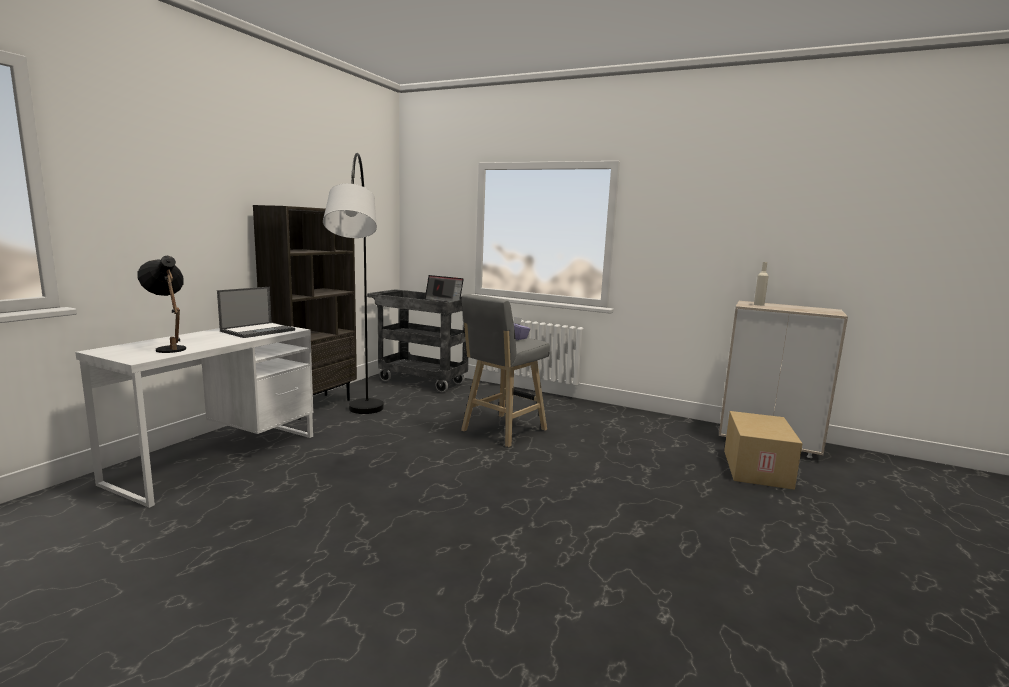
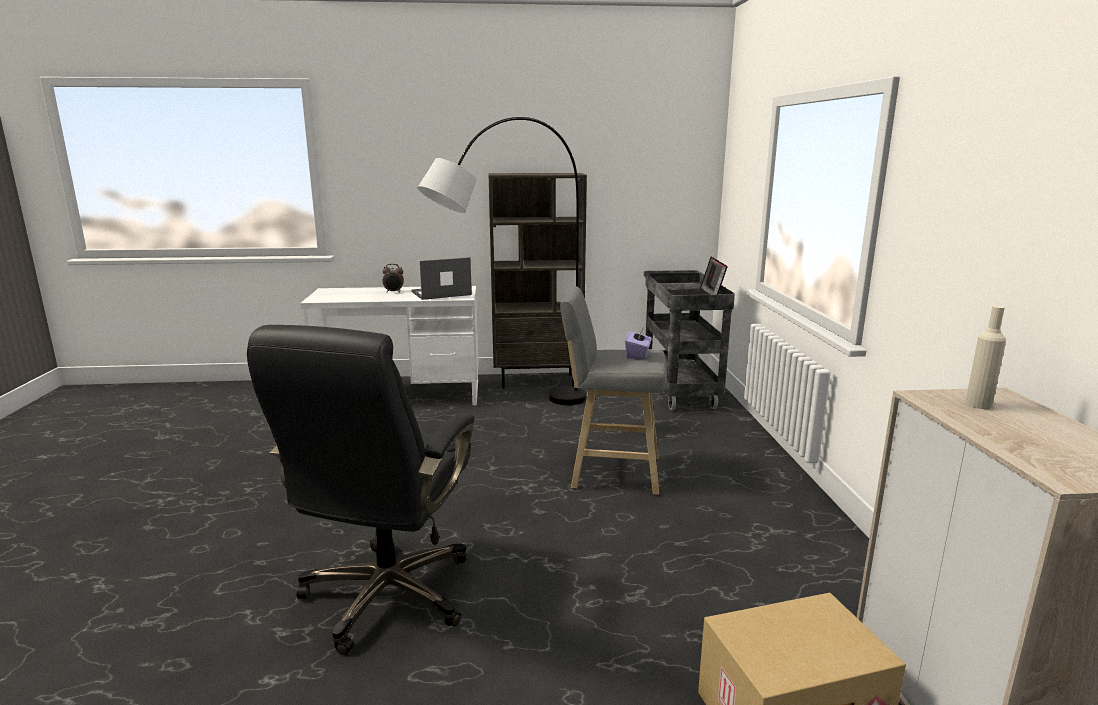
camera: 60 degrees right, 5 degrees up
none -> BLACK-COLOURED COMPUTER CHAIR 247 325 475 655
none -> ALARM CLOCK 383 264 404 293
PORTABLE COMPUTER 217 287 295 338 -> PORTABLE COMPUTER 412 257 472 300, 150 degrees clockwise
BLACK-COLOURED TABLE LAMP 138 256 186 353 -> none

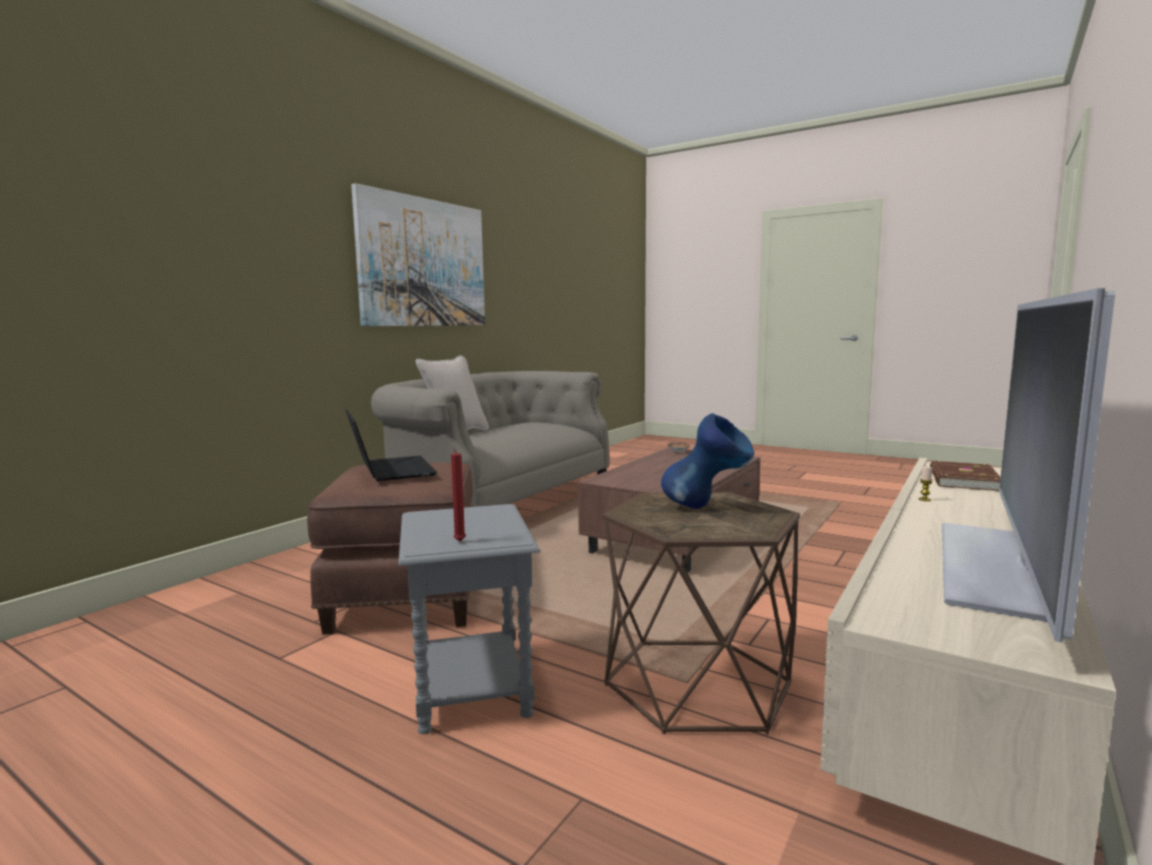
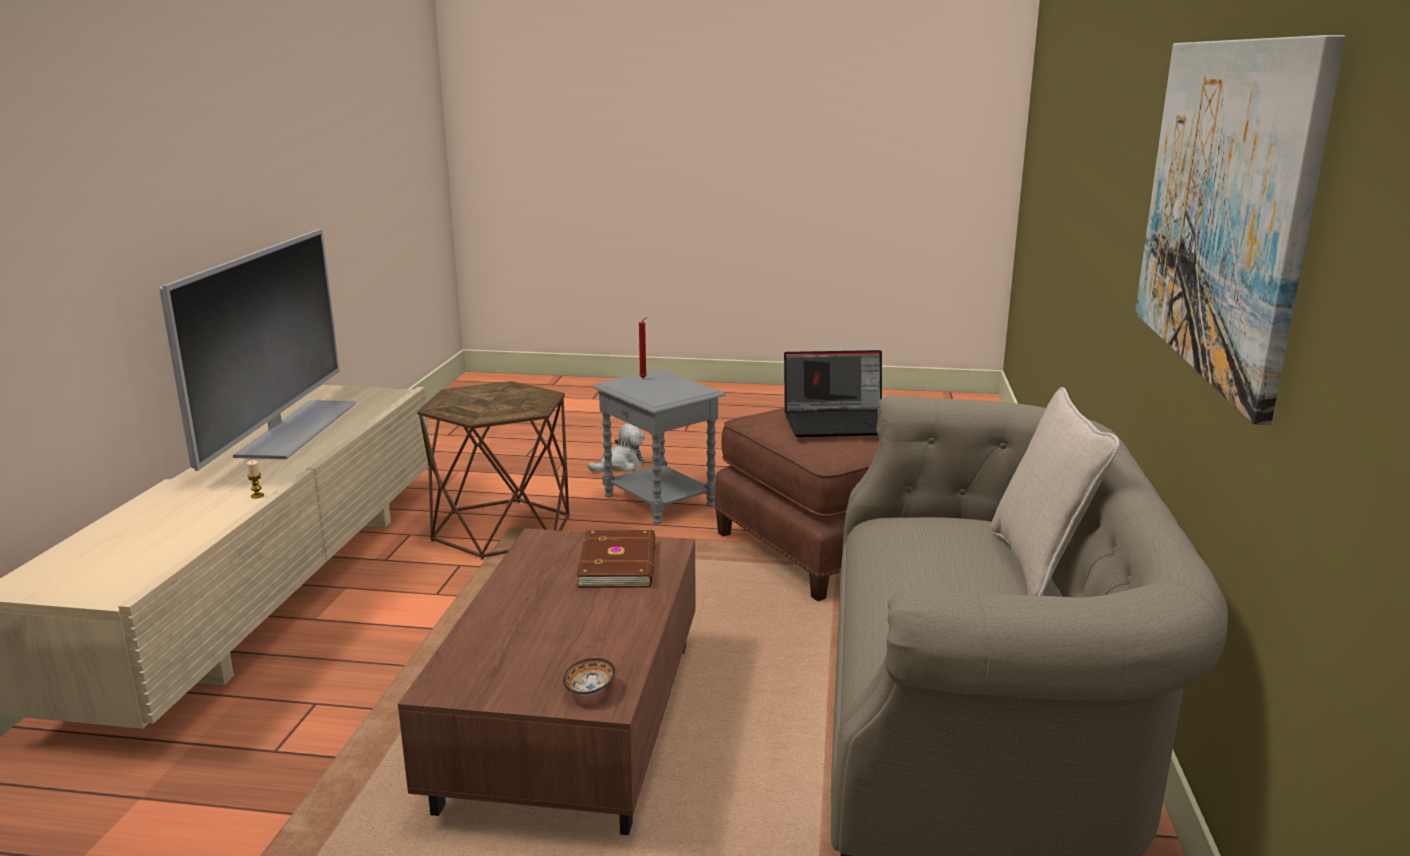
camera: 155 degrees right, 10 degrees up
BROWN VOLUME 930 461 1000 491 -> BROWN VOLUME 576 530 655 588, moved
none -> SOFT TOY 588 424 645 472
PORTABLE COMPUTER 345 409 437 481 -> PORTABLE COMPUTER 784 350 882 437, 45 degrees counterclockwise
BLUE VASE 661 413 754 509 -> none

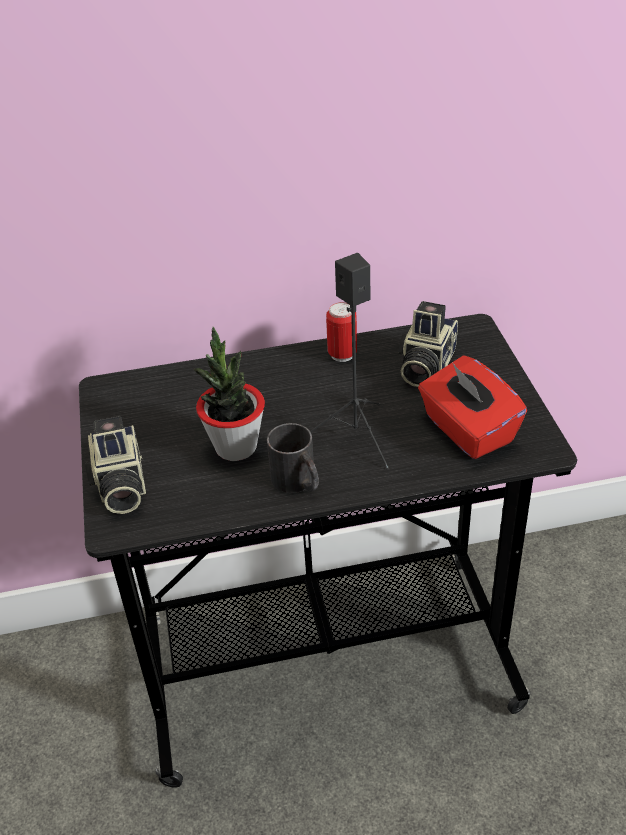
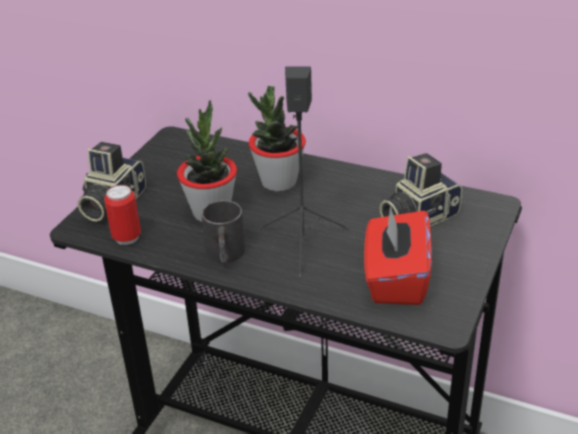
camera: 35 degrees right, 5 degrees down
CAN 326 302 357 362 -> CAN 104 185 141 245, moved
none -> POTTED PLANT 248 86 306 191

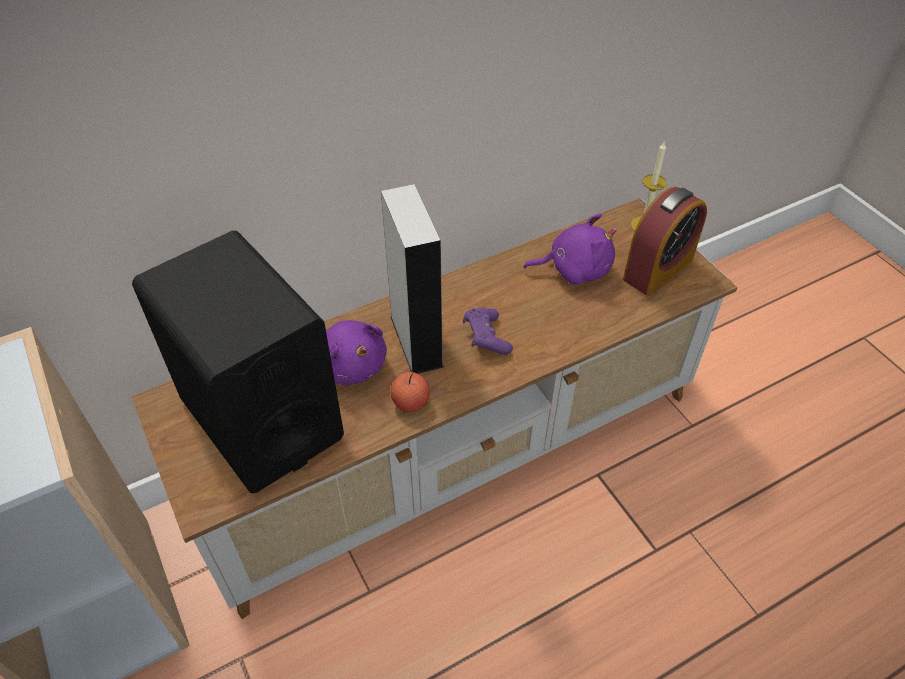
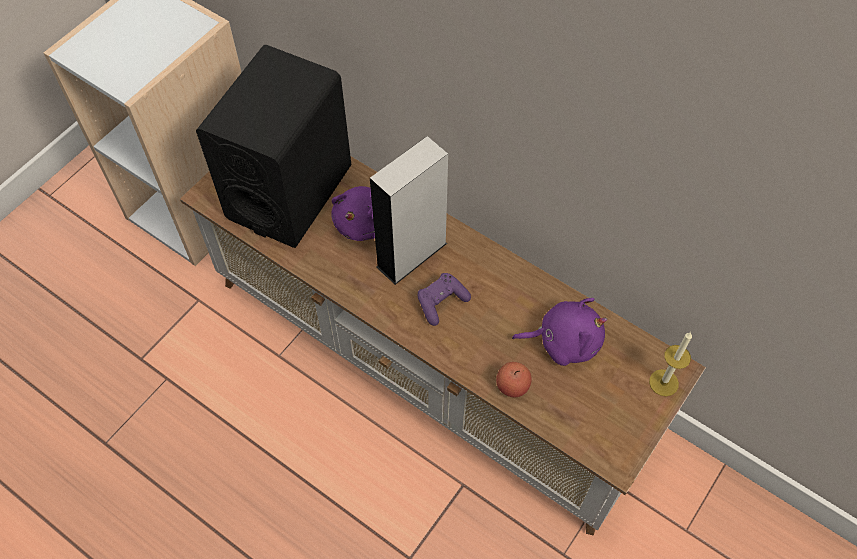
camera: 65 degrees right, 10 degrees up
APPLE 390 372 430 412 -> APPLE 496 362 532 397, moved
PURPLISH SOFT TOY 524 214 617 285 -> PURPLISH SOFT TOY 512 298 607 366, 60 degrees counterclockwise
ALARM CLOCK 623 187 707 296 -> none

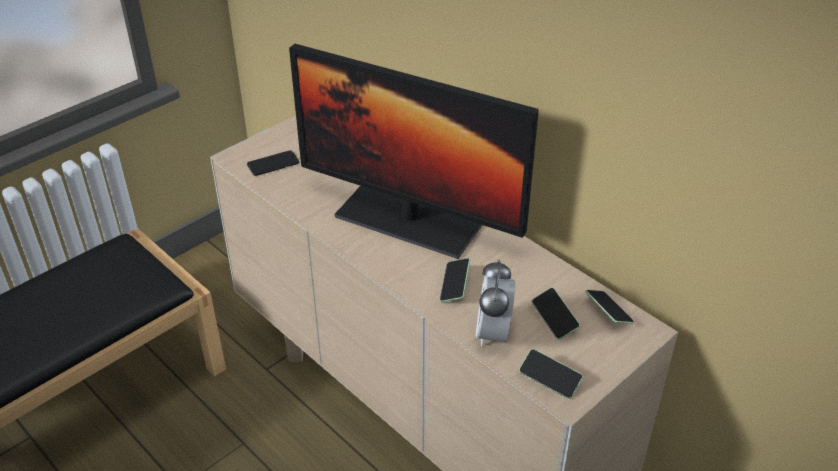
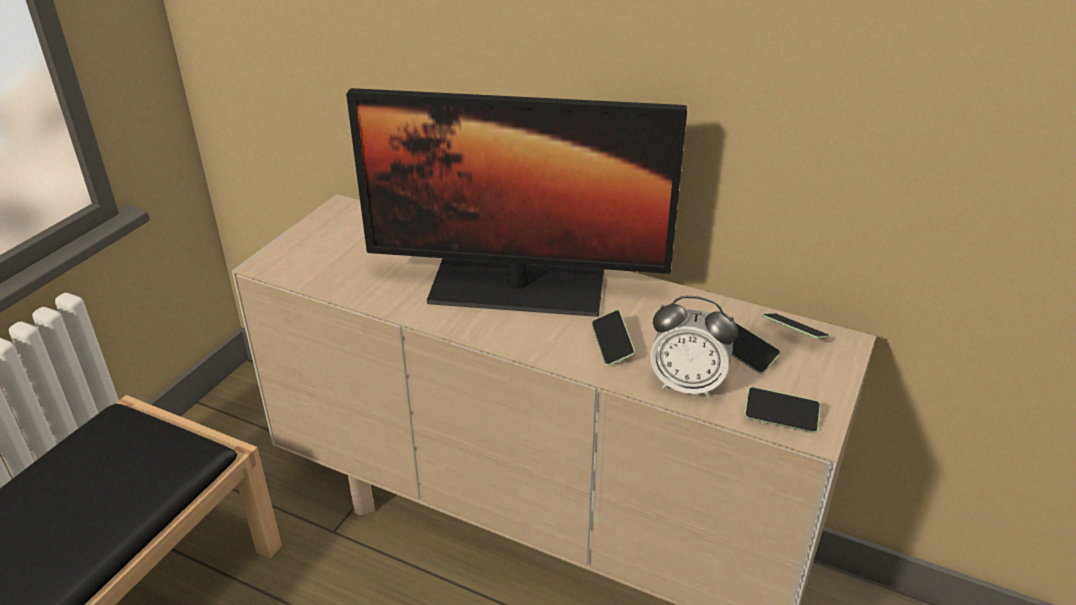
camera: 20 degrees left, 5 degrees down
ALARM CLOCK 476 260 515 346 -> ALARM CLOCK 650 296 738 398, 60 degrees counterclockwise
PHONE 247 150 299 176 -> none

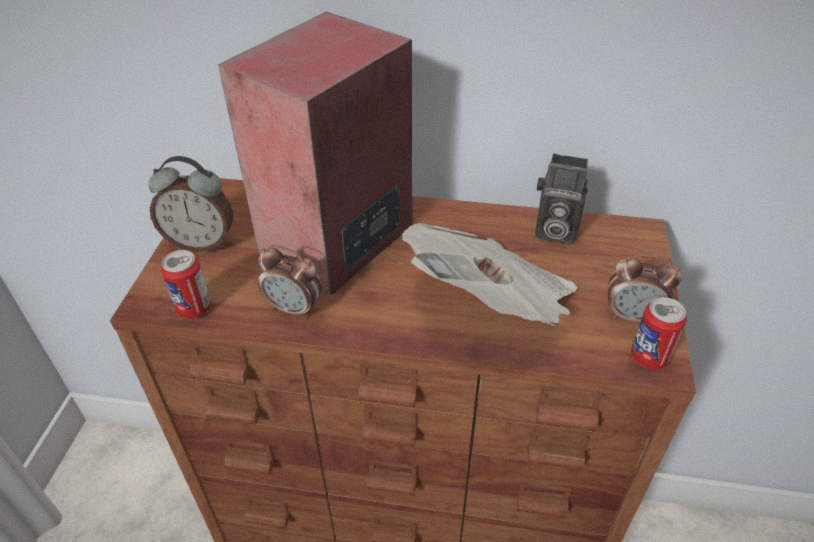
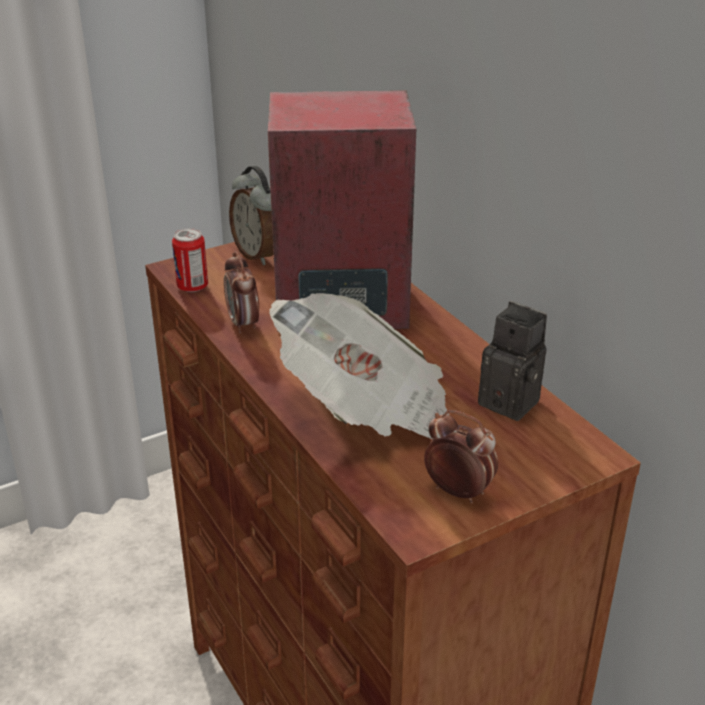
camera: 50 degrees right, 10 degrees down
ALARM CLOCK 608 254 681 322 -> ALARM CLOCK 424 410 498 504, 150 degrees clockwise
PHOTO CAMERA 535 154 588 245 -> PHOTO CAMERA 478 301 547 421, 150 degrees clockwise
CAN 631 297 687 370 -> none

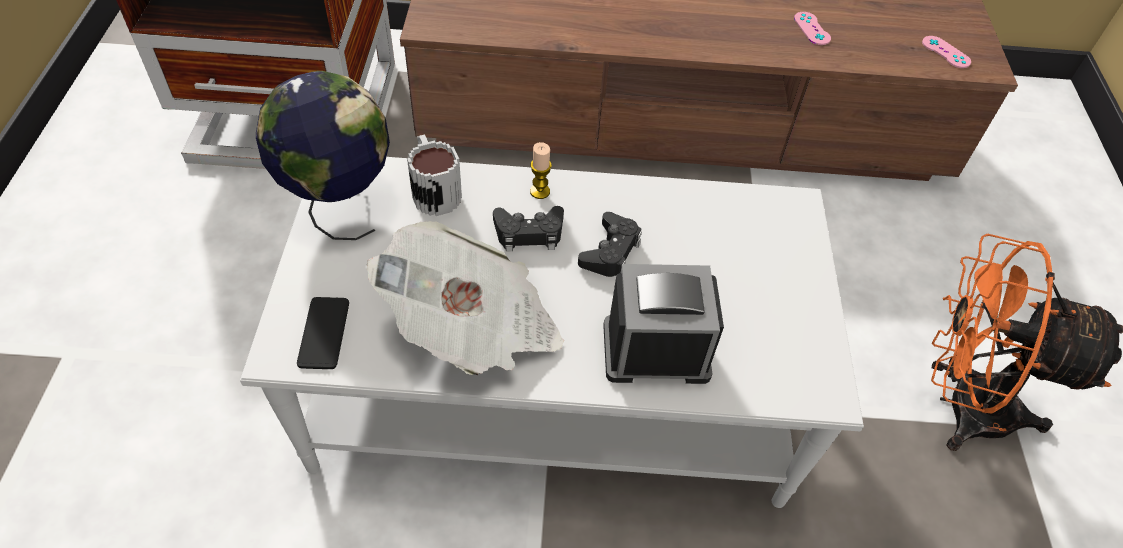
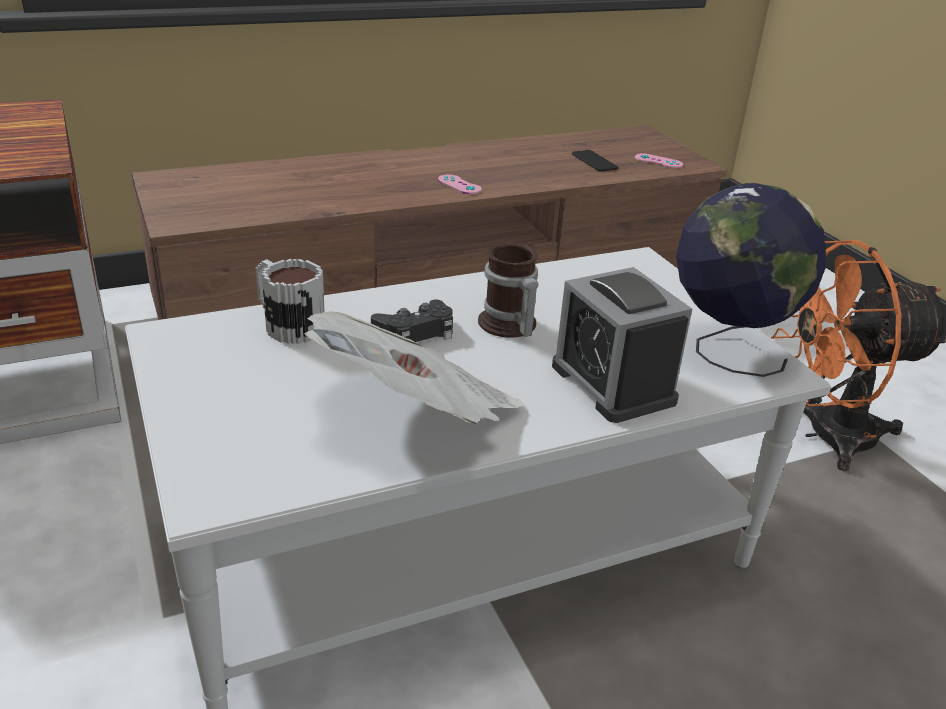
camera: 25 degrees left, 20 degrees down
PINK GAME CONTROLLER 794 12 831 45 -> PINK GAME CONTROLLER 438 175 482 194, moved
BLACK-COLOURED GAME CONTROLLER 578 212 642 277 -> COFFEE MUG 478 242 538 338
ALARM CLOCK 603 264 724 384 -> ALARM CLOCK 552 267 692 423, 90 degrees counterclockwise
PHONE 297 297 349 369 -> PHONE 572 150 618 172, moved
DESK GLOBE 256 71 390 240 -> DESK GLOBE 676 183 826 377, moved
WAX LIGHT 530 142 552 199 -> none

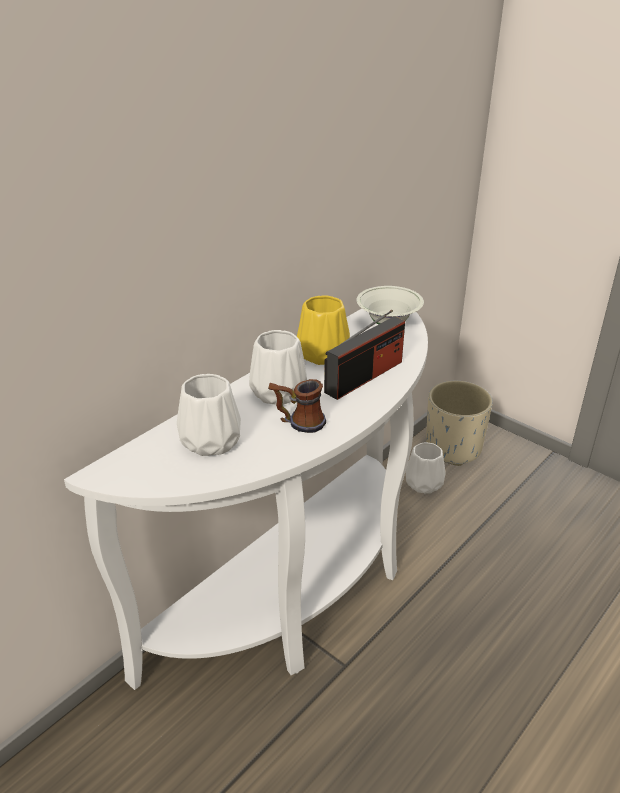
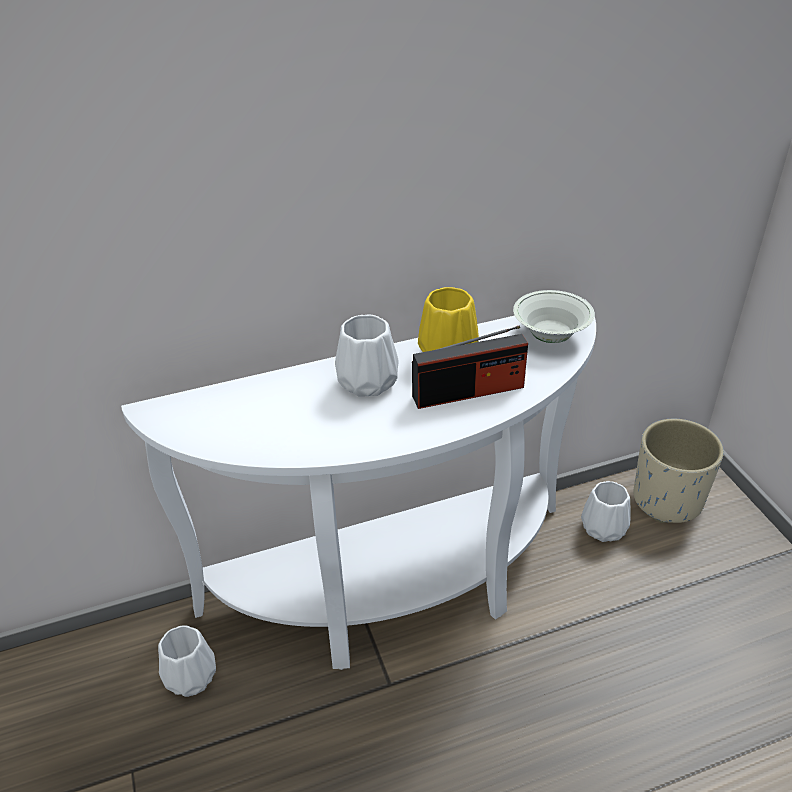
camera: 30 degrees right, 5 degrees up
WHITISH VASE 177 374 241 456 -> WHITISH VASE 158 625 216 697, moved
COFFEE MUG 268 379 326 433 -> none

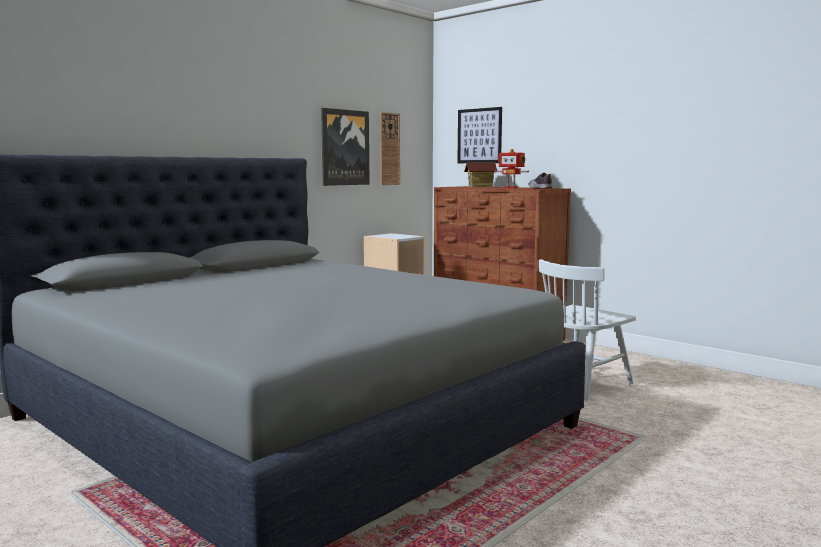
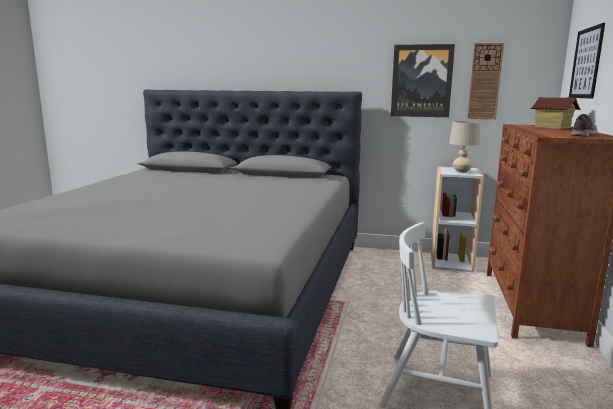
camera: 60 degrees right, 5 degrees up
none -> BEIGE-COLOURED TABLE LAMP 449 121 480 173
TOY ROBOT 495 149 529 188 -> none

